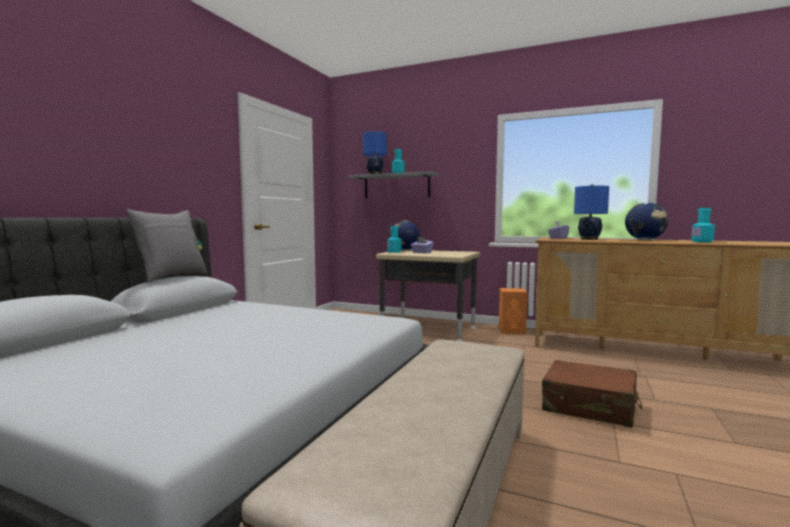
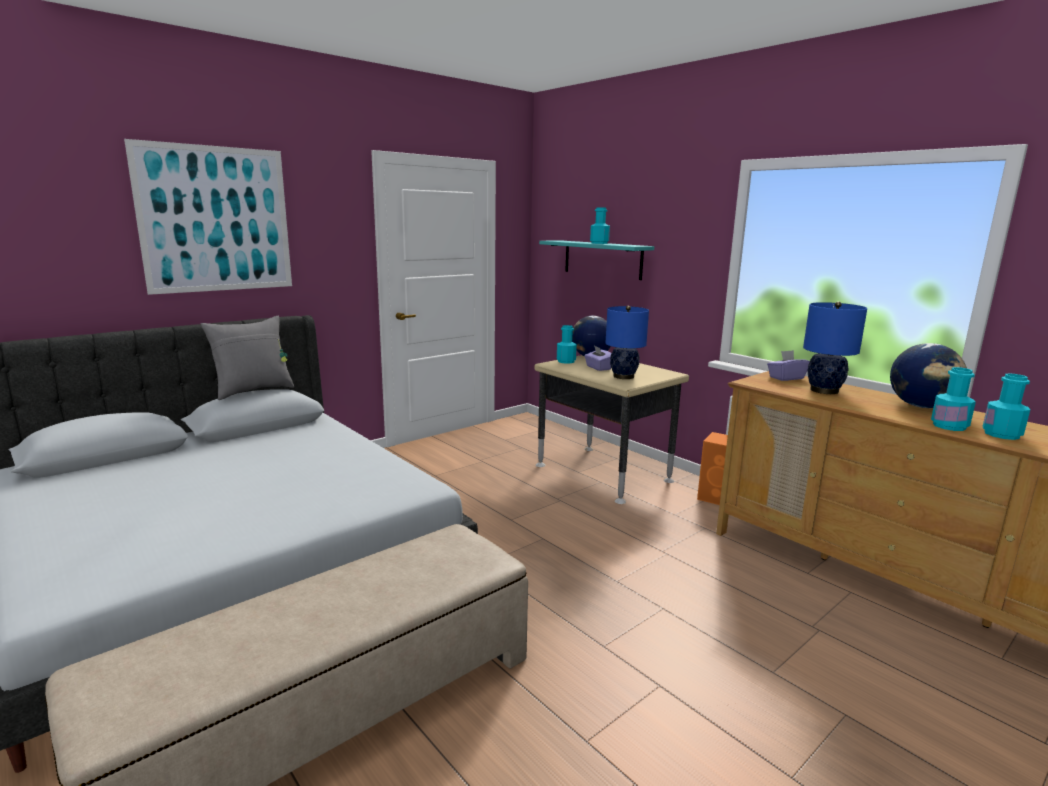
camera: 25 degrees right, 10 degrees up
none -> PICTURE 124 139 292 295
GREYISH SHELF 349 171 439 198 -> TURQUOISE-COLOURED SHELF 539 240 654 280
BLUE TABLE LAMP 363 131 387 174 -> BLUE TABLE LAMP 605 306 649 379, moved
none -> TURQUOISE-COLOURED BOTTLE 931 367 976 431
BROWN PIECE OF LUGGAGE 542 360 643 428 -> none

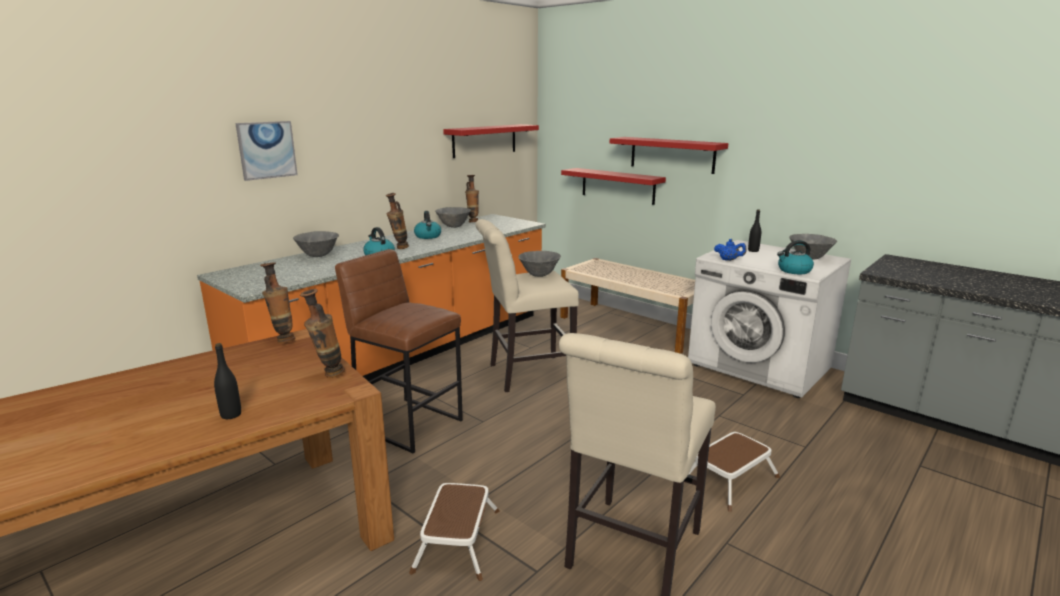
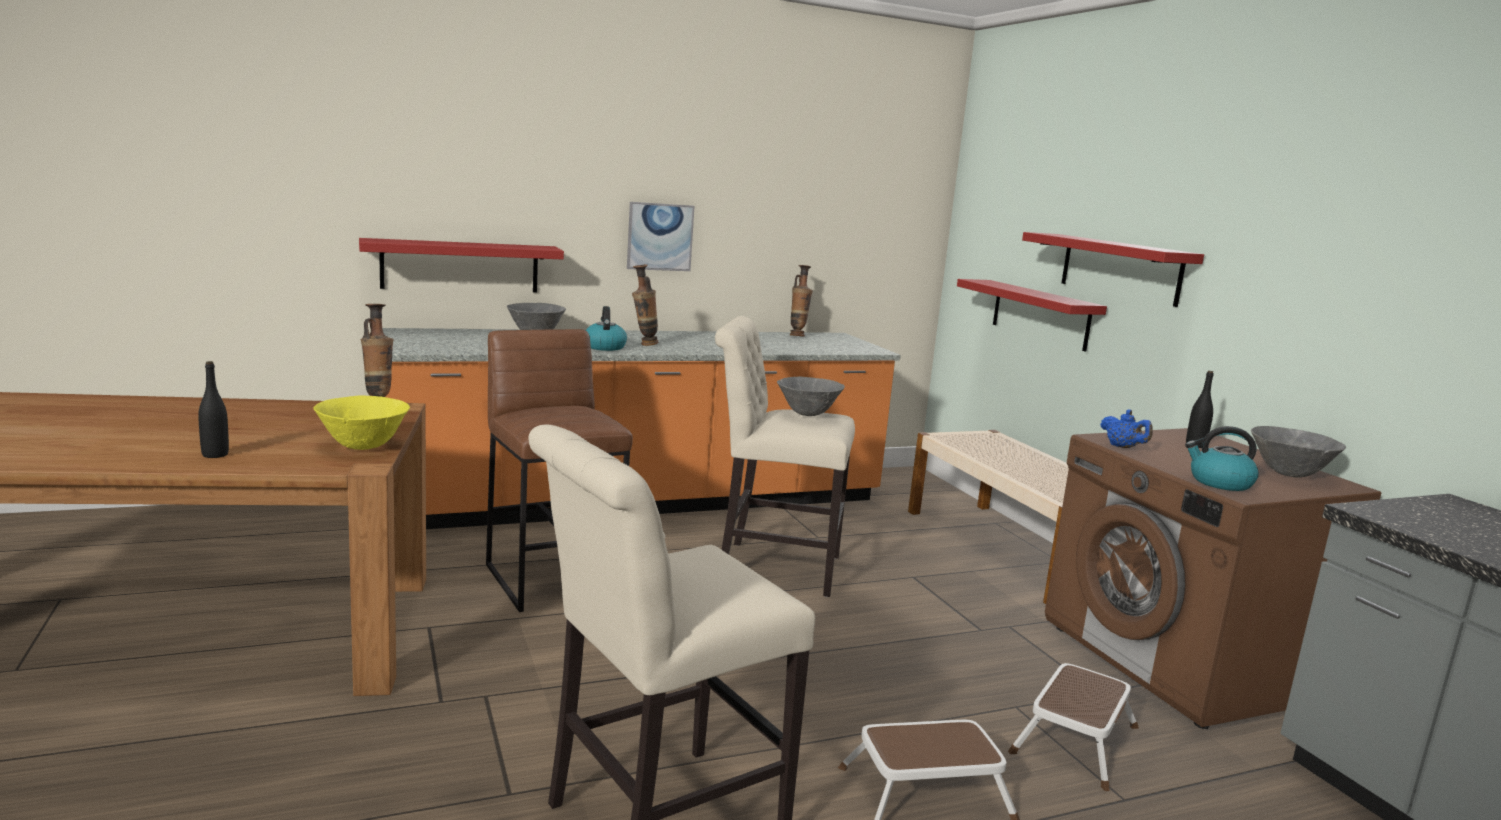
camera: 25 degrees right, 5 degrees down
VASE 300 289 345 378 -> YELLOW SERVING BOWL 313 395 410 450
REDDISH SHELF 443 124 539 158 -> REDDISH SHELF 359 238 564 293, moved
PICTURE 235 121 298 181 -> PICTURE 627 202 695 271, moved
BROWN STEP STOOL 409 483 500 581 -> BROWN STEP STOOL 1008 663 1139 791, moved
WHITISH WASHING MACHINE 688 240 851 398 -> BROWN WASHING MACHINE 1045 428 1381 729
KETTLE 414 211 441 239 -> none
GREYISH SERVING BOWL 435 207 471 228 -> none

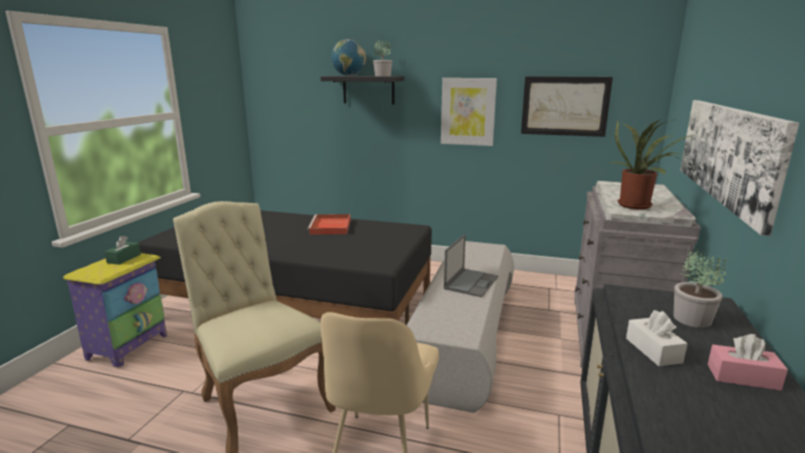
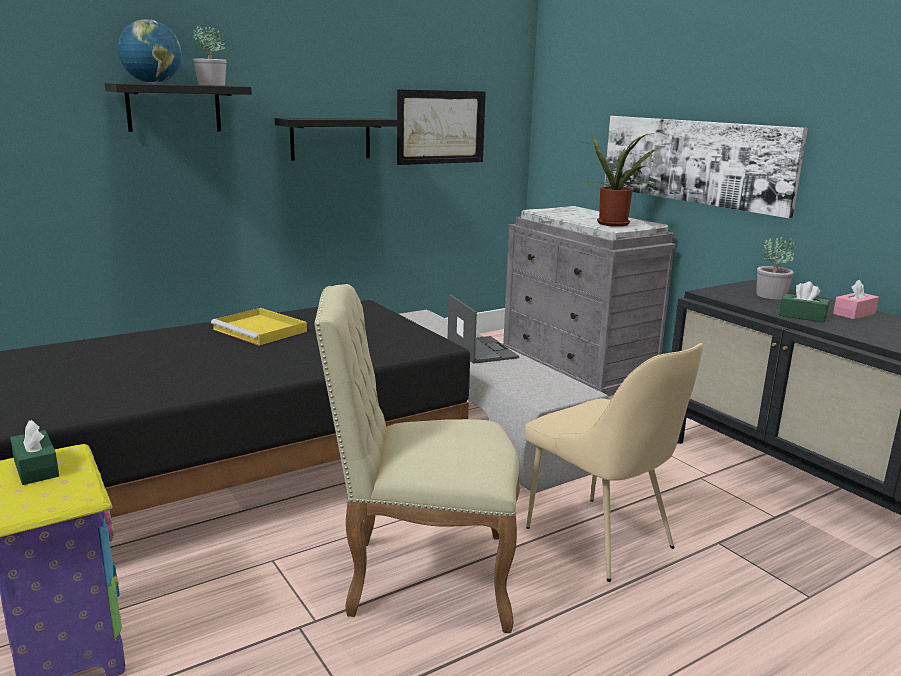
camera: 50 degrees left, 0 degrees up
REDDISH SERVING TRAY 307 214 351 235 -> YELLOW SERVING TRAY 211 308 307 346
PICTURE 441 78 497 146 -> BLACK-COLOURED SHELF 275 118 398 161
WHITISH BOX OF TISSUES 626 310 688 366 -> GREEN-COLOURED BOX OF TISSUES 779 282 830 323

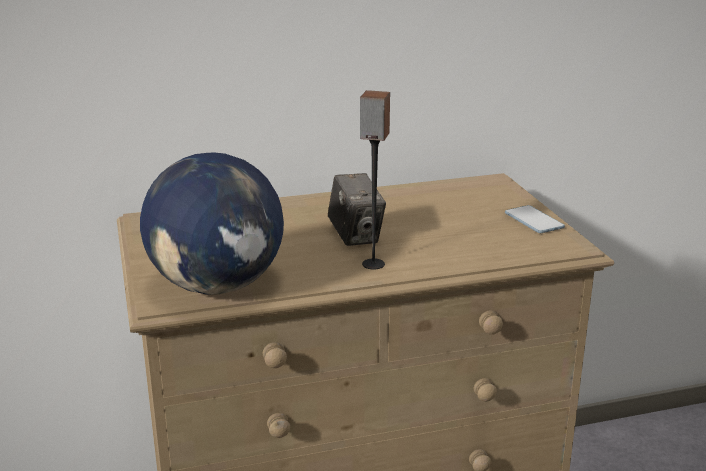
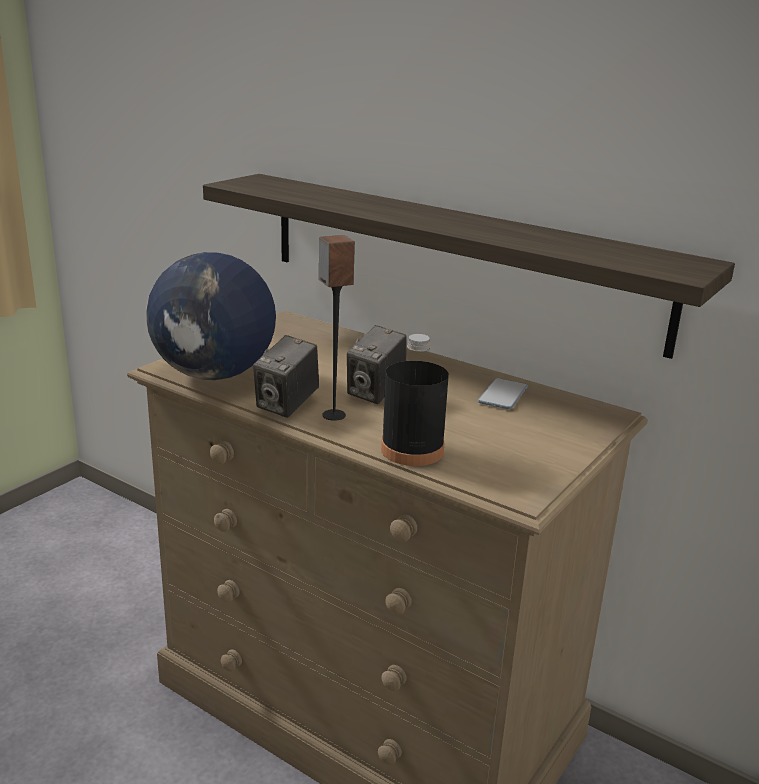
camera: 50 degrees right, 0 degrees up
none -> SHELF 203 174 735 359
none -> PHOTO CAMERA 253 335 319 418
none -> BLACK-COLOURED BOTTLE 381 334 449 466
PHONE 505 205 565 233 -> PHONE 478 378 528 409, moved

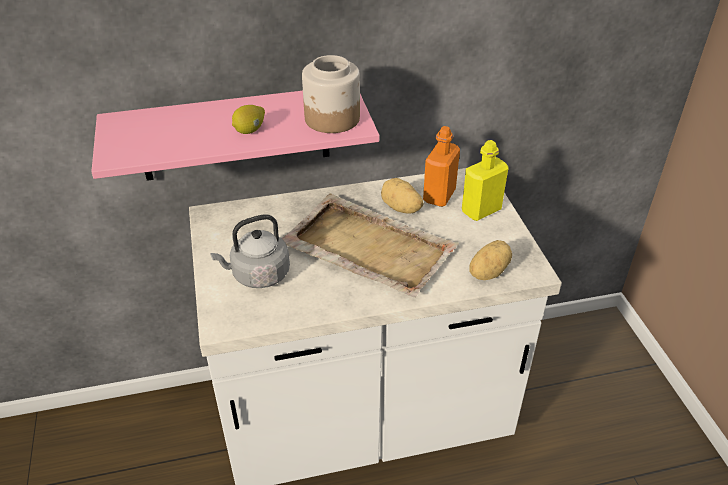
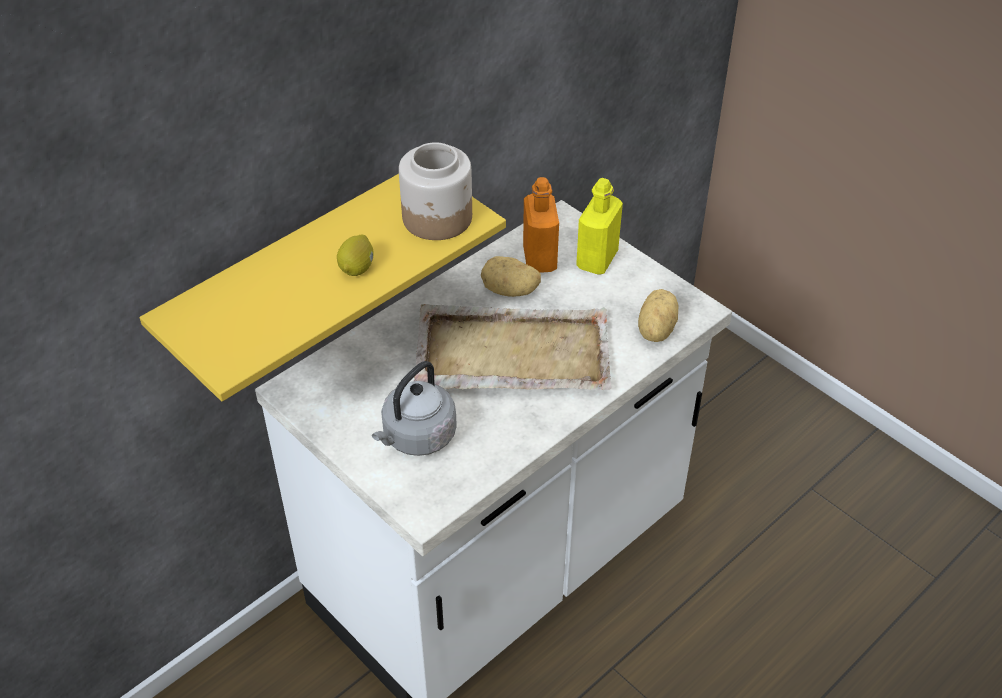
camera: 30 degrees left, 5 degrees up
PINK SHELF 91 91 379 181 -> YELLOW SHELF 140 174 506 401

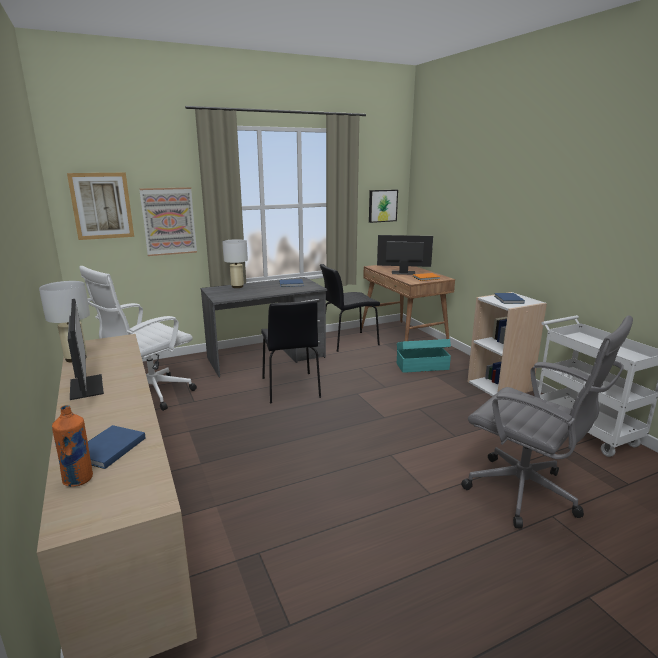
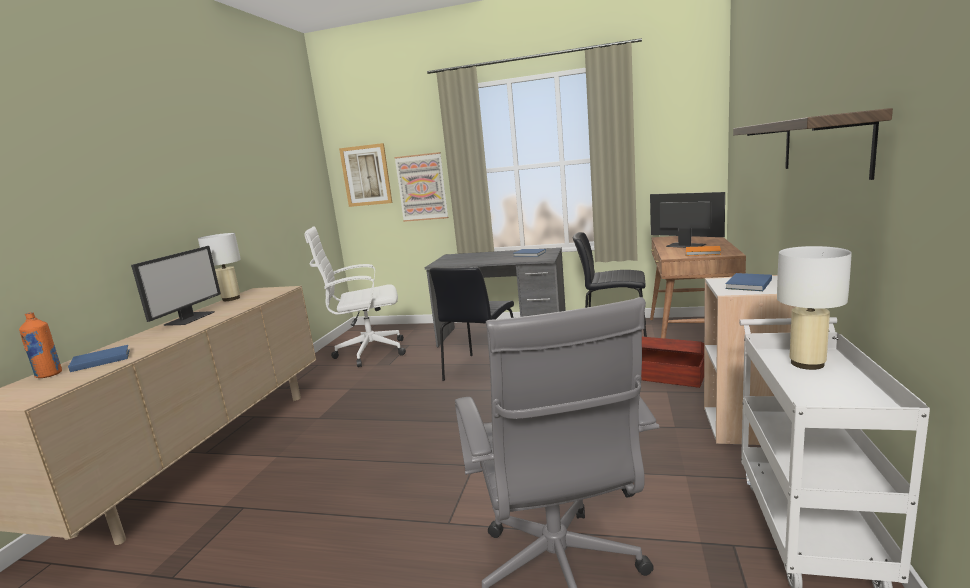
camera: 40 degrees right, 5 degrees down
TURQUOISE-COLOURED STORAGE CONTAINER 397 339 451 373 -> BROWN STORAGE CONTAINER 641 337 704 388
none -> SHELF 733 108 893 180
WHITISH TABLE LAMP 222 239 248 288 -> WHITISH TABLE LAMP 777 246 851 370, moved
PICTURE 369 190 398 223 -> none

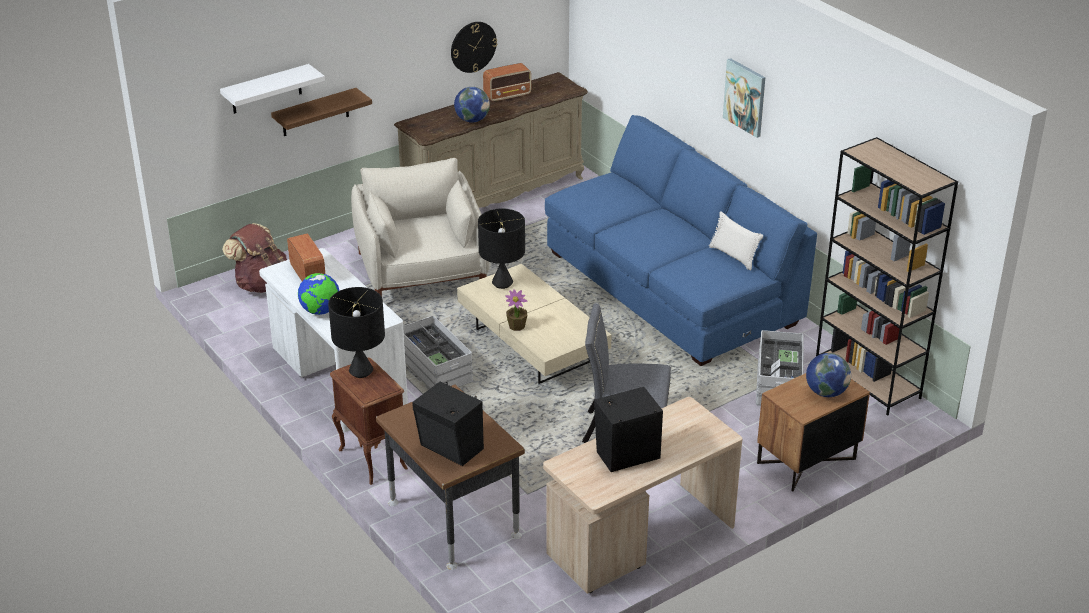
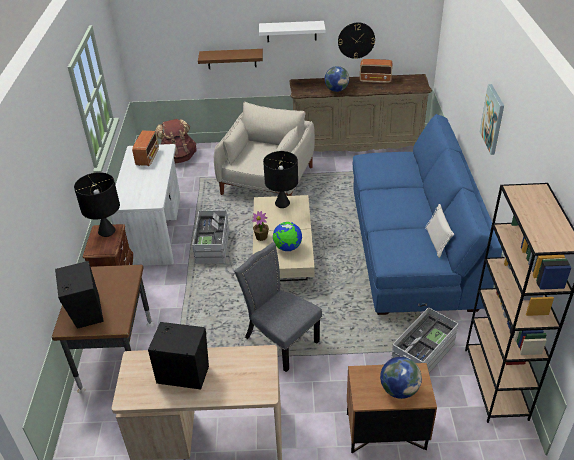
camera: 35 degrees right, 5 degrees up
WHITISH SHELF 220 64 325 114 -> WHITISH SHELF 259 21 325 42, moved
DESK GLOBE 298 273 339 315 -> DESK GLOBE 273 222 302 251, moved

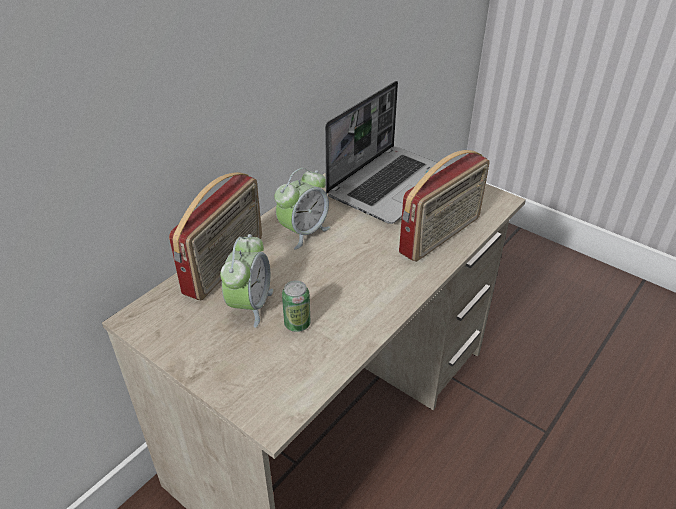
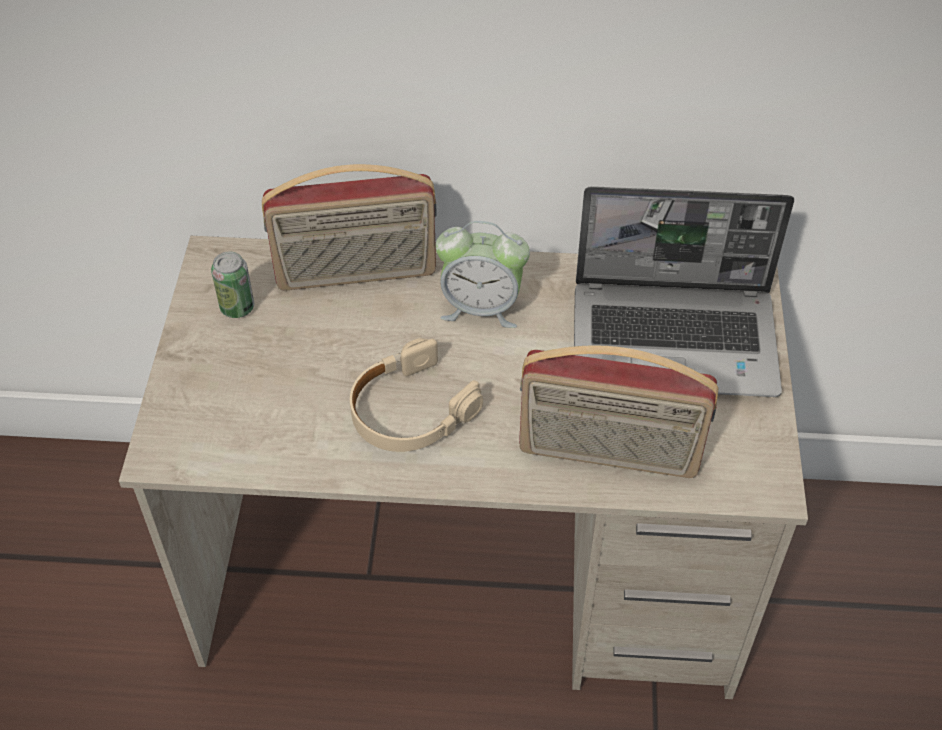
camera: 55 degrees right, 10 degrees up
CAN 282 280 311 332 -> CAN 211 251 254 318, moved
none -> BEIGE-COLOURED PAIR OF HEADPHONES 350 338 483 452
ALARM CLOCK 220 234 273 328 -> none

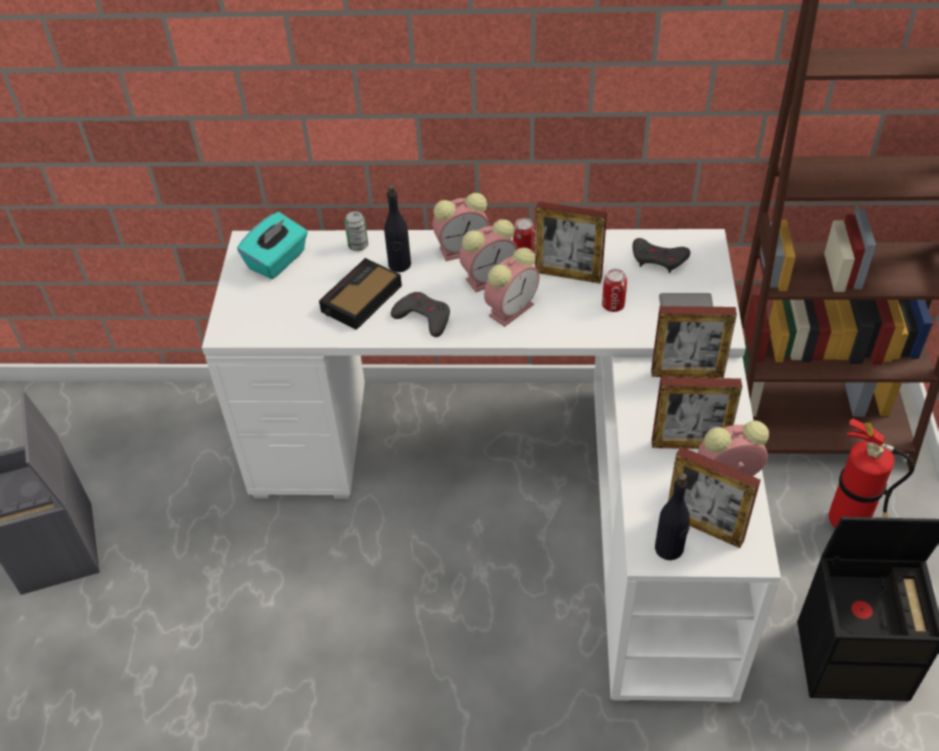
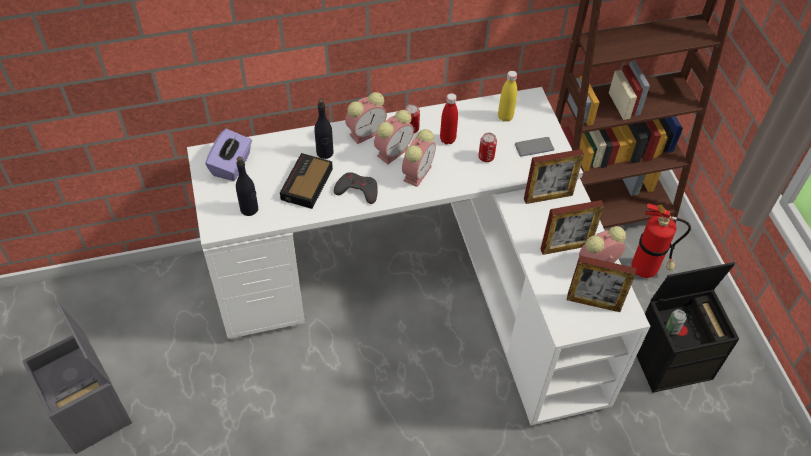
camera: 20 degrees left, 5 degrees up
TURQUOISE-COLOURED BOX OF TISSUES 237 212 308 279 -> PURPLISH BOX OF TISSUES 205 129 252 181
BLACK-COLOURED BOTTLE 655 473 690 560 -> BLACK-COLOURED BOTTLE 236 156 258 216, moved
PHOTO FRAME 535 201 607 284 -> REDDISH BOTTLE 440 93 458 144
GREYISH GAME CONTROLLER 632 238 690 273 -> YELLOW BOTTLE 498 71 517 122
CAN 344 211 368 251 -> CAN 665 309 686 335, moved

